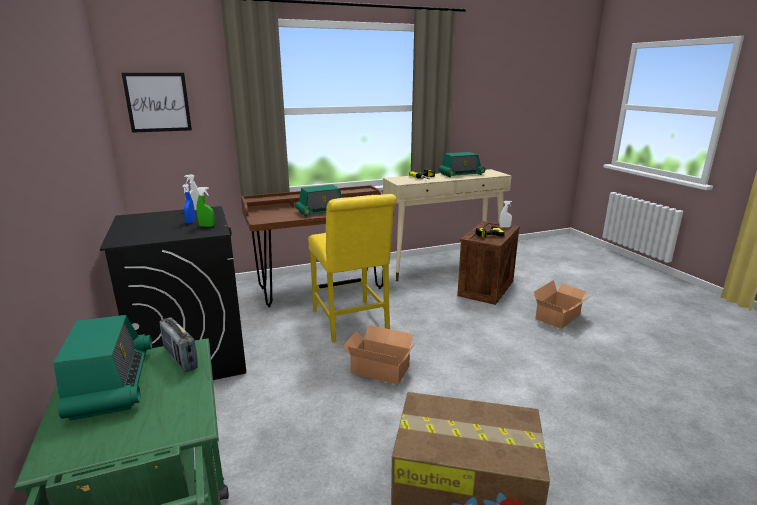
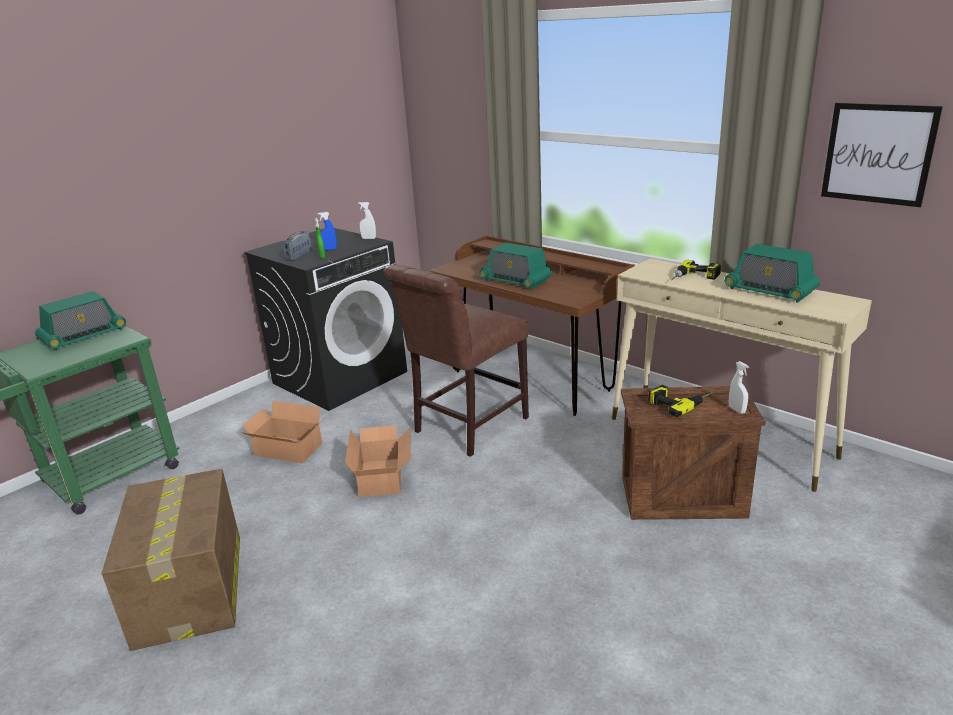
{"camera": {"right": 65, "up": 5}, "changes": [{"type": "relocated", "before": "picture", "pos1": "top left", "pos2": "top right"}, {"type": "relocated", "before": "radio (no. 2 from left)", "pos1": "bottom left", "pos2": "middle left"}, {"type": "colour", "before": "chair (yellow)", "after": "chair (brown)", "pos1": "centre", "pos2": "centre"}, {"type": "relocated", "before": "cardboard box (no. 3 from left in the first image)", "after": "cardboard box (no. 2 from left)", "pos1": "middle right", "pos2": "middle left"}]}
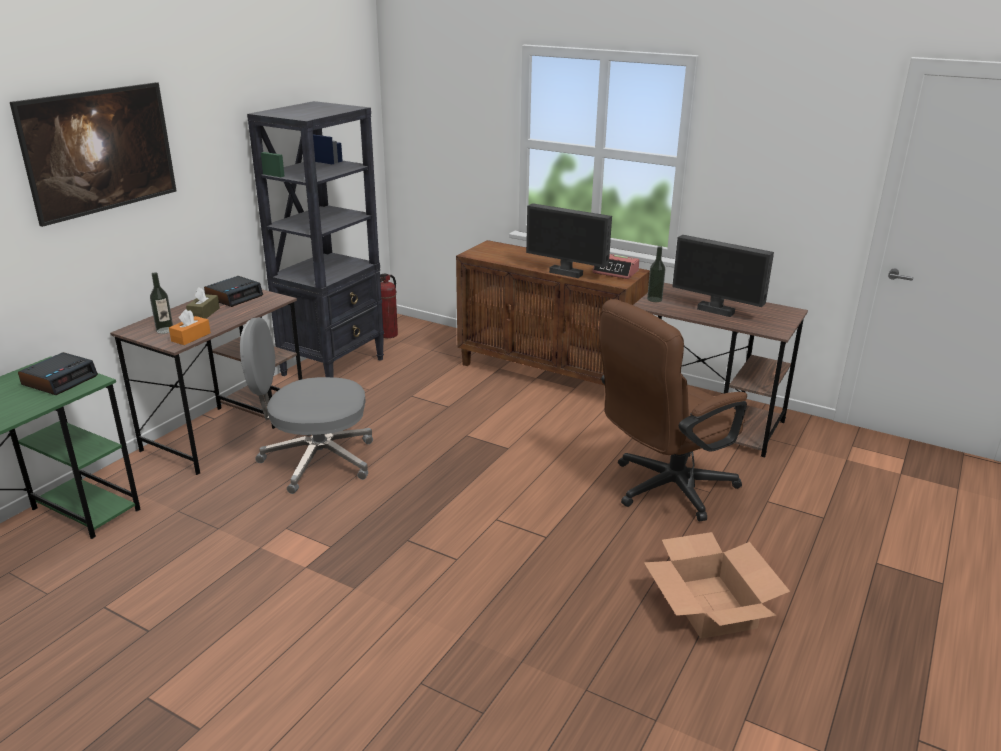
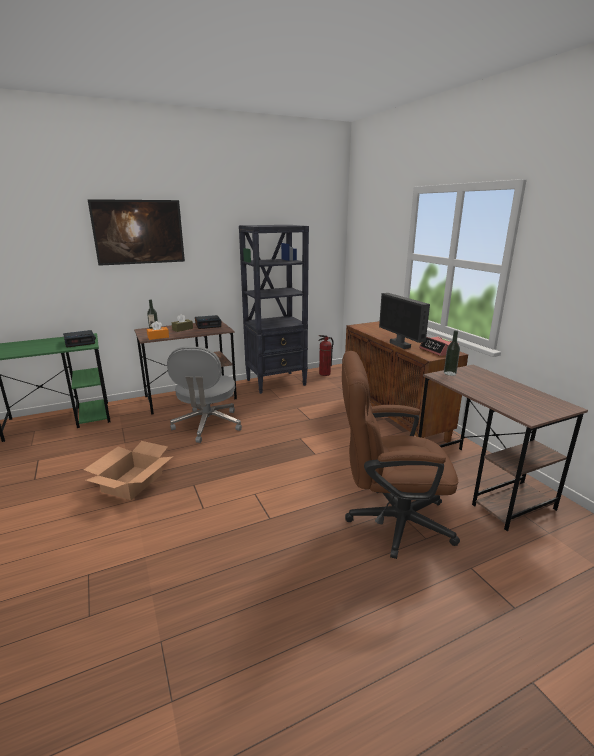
{"camera": {"right": 35, "up": -5}, "changes": [{"type": "spun", "before": "office chair (grey)", "pos1": "middle left", "pos2": "centre", "turn": -120}, {"type": "relocated", "before": "cardboard box", "pos1": "bottom right", "pos2": "middle left"}, {"type": "missing", "before": "monitor (no. 2 from left)", "pos1": "middle right"}]}
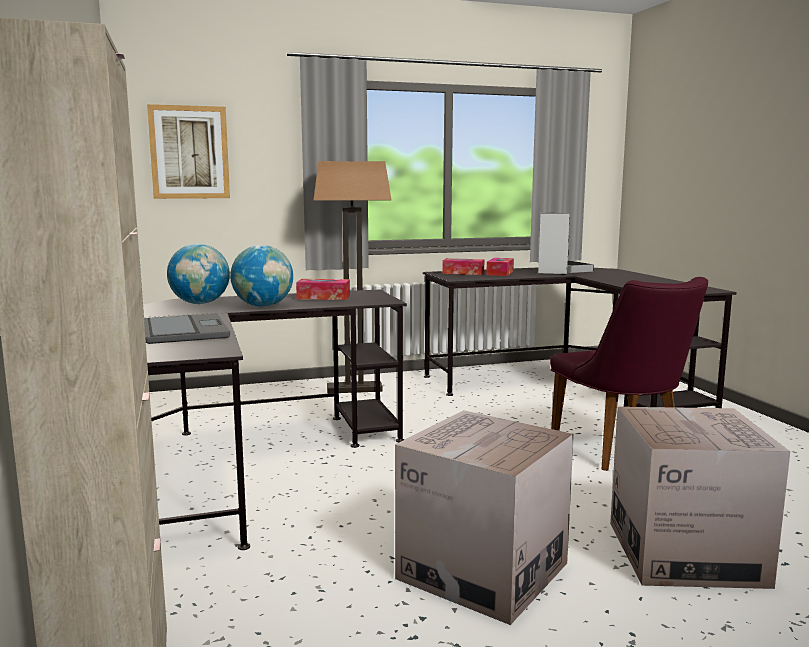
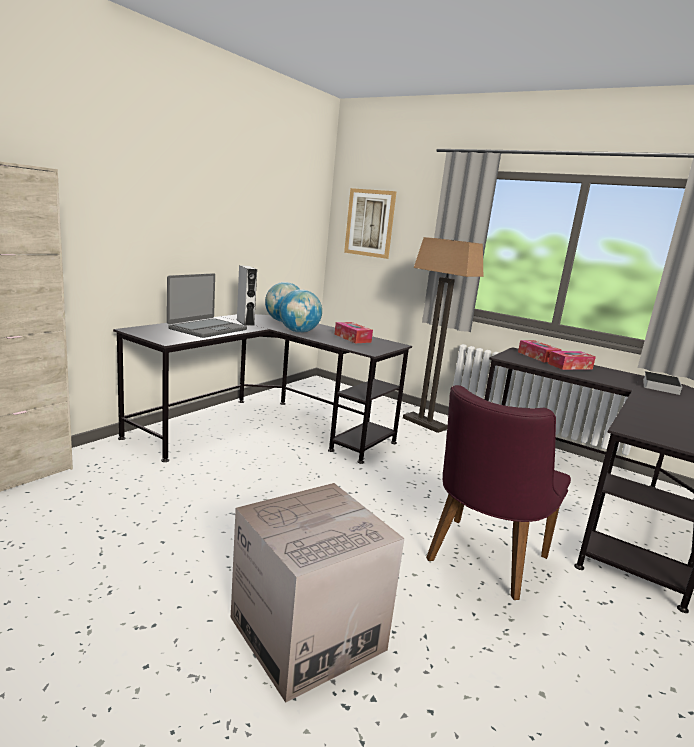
{"camera": {"right": 50, "up": 5}, "changes": [{"type": "missing", "before": "cardboard box (no. 1 from left)", "pos1": "bottom centre"}, {"type": "relocated", "before": "speaker (grey)", "pos1": "middle right", "pos2": "centre"}]}
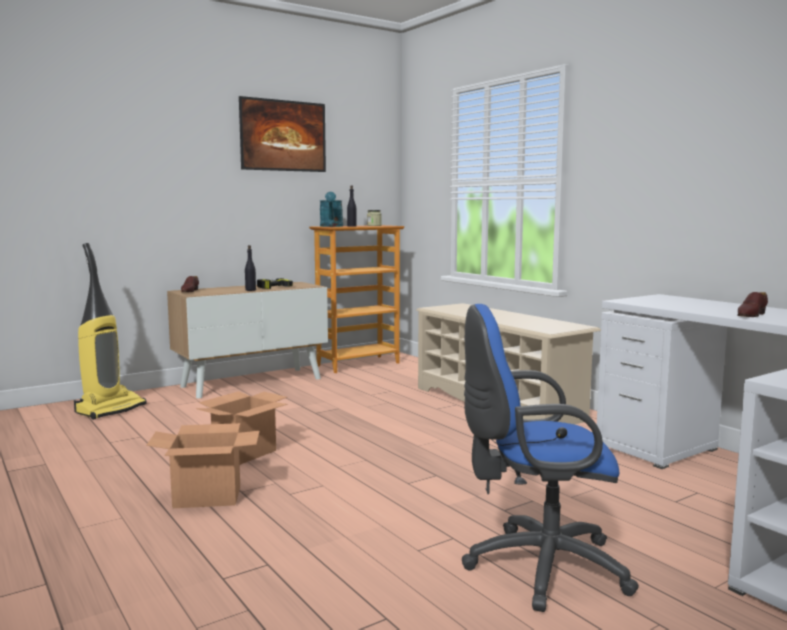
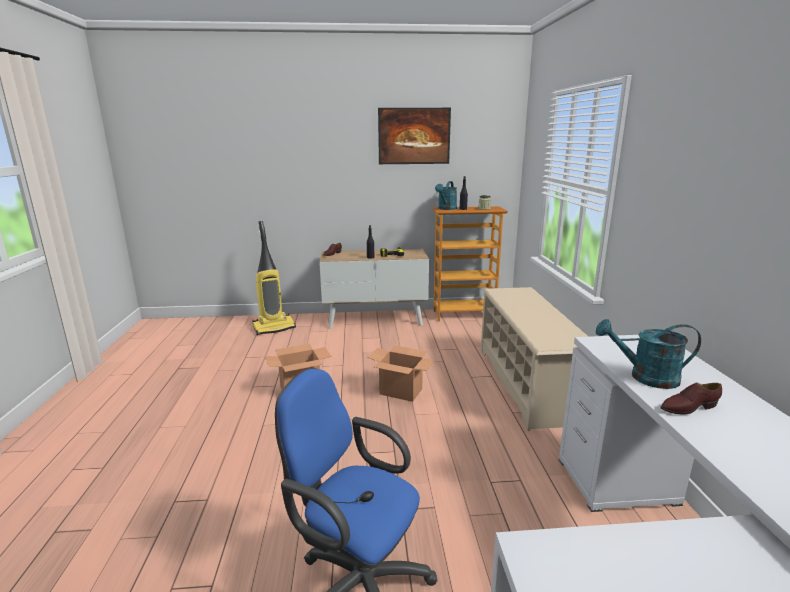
{"camera": {"right": 30, "up": 10}, "changes": [{"type": "relocated", "before": "cardboard box (no. 1 from left in the first image)", "after": "cardboard box (no. 2 from left)", "pos1": "bottom left", "pos2": "centre"}, {"type": "appeared", "after": "watering can (turquoise) (no. 2 from left)", "pos2": "middle right"}]}
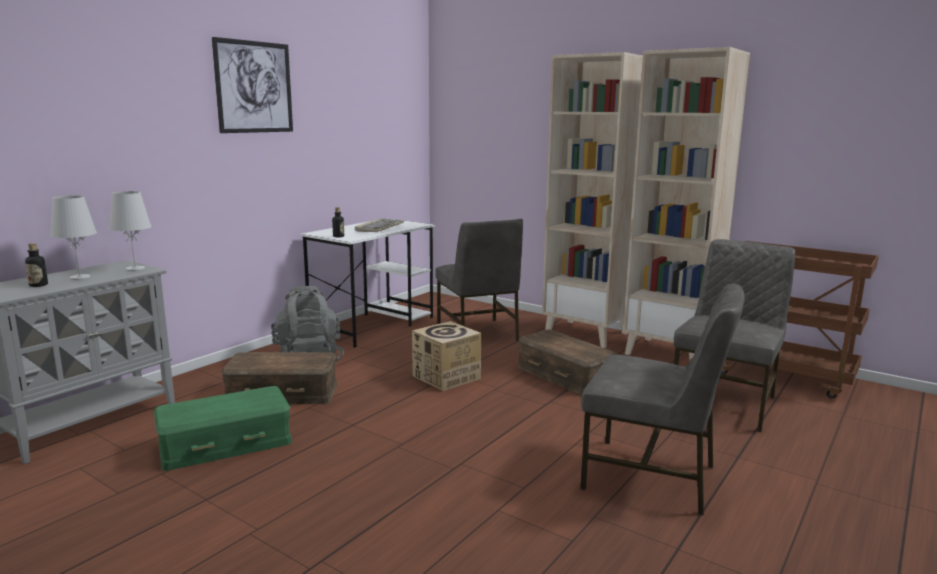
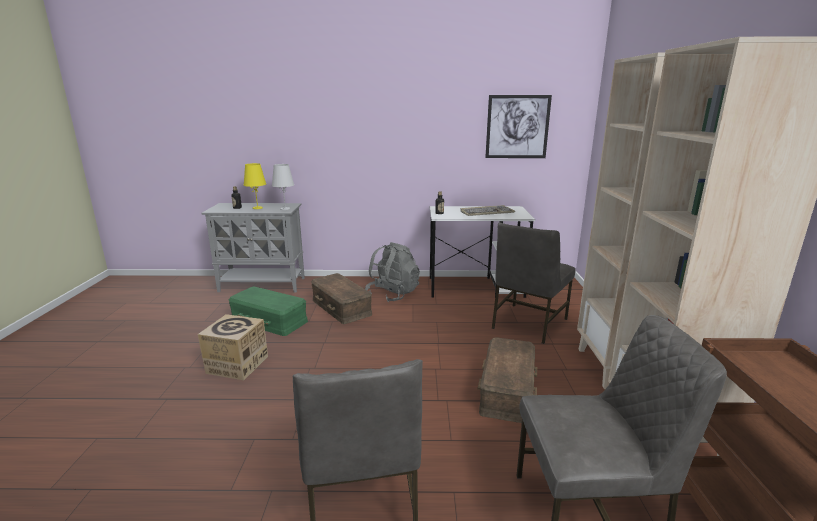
{"camera": {"right": 55, "up": 5}, "changes": [{"type": "colour", "before": "table lamp (white) (no. 1 from left)", "after": "table lamp (yellow)", "pos1": "middle left", "pos2": "middle left"}, {"type": "relocated", "before": "picture", "pos1": "top left", "pos2": "top centre"}, {"type": "relocated", "before": "cardboard box", "pos1": "centre", "pos2": "middle left"}]}
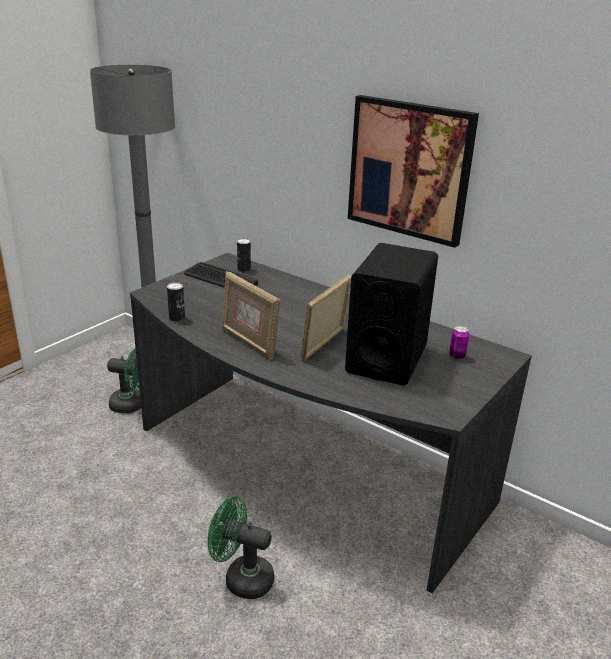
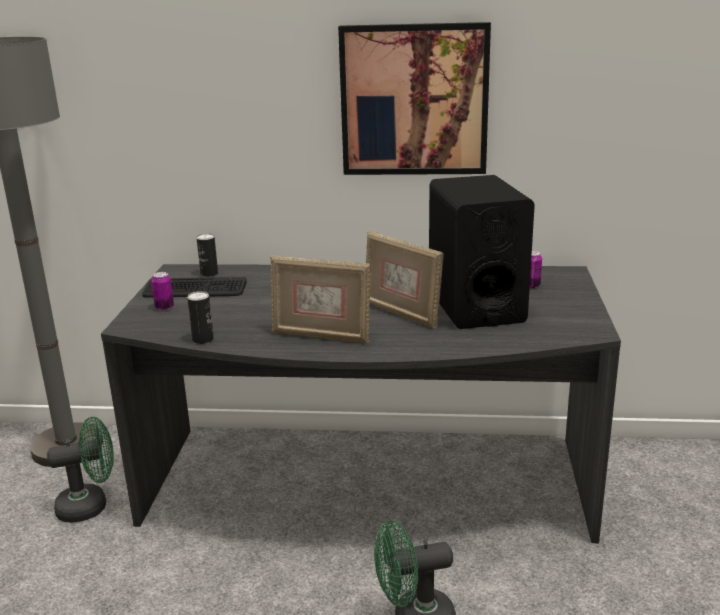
{"camera": {"right": -30, "up": -5}, "changes": [{"type": "spun", "before": "picture frame (no. 2 from left)", "pos1": "centre", "pos2": "centre", "turn": -45}, {"type": "appeared", "after": "can (no. 1 from left)", "pos2": "middle left"}]}
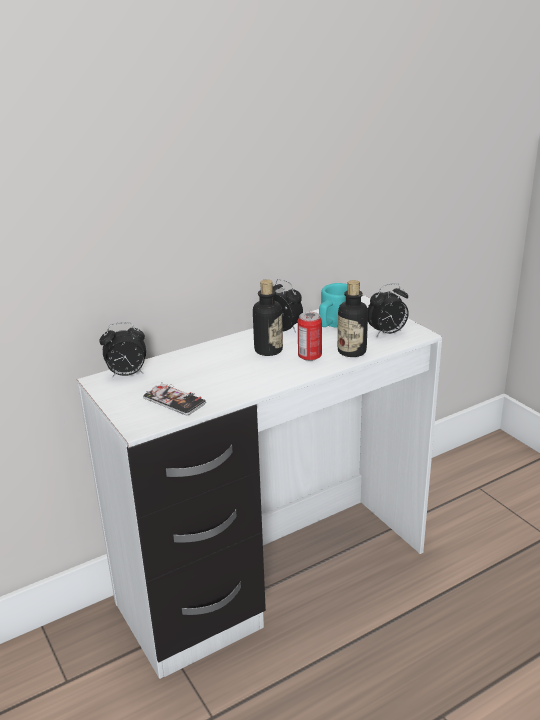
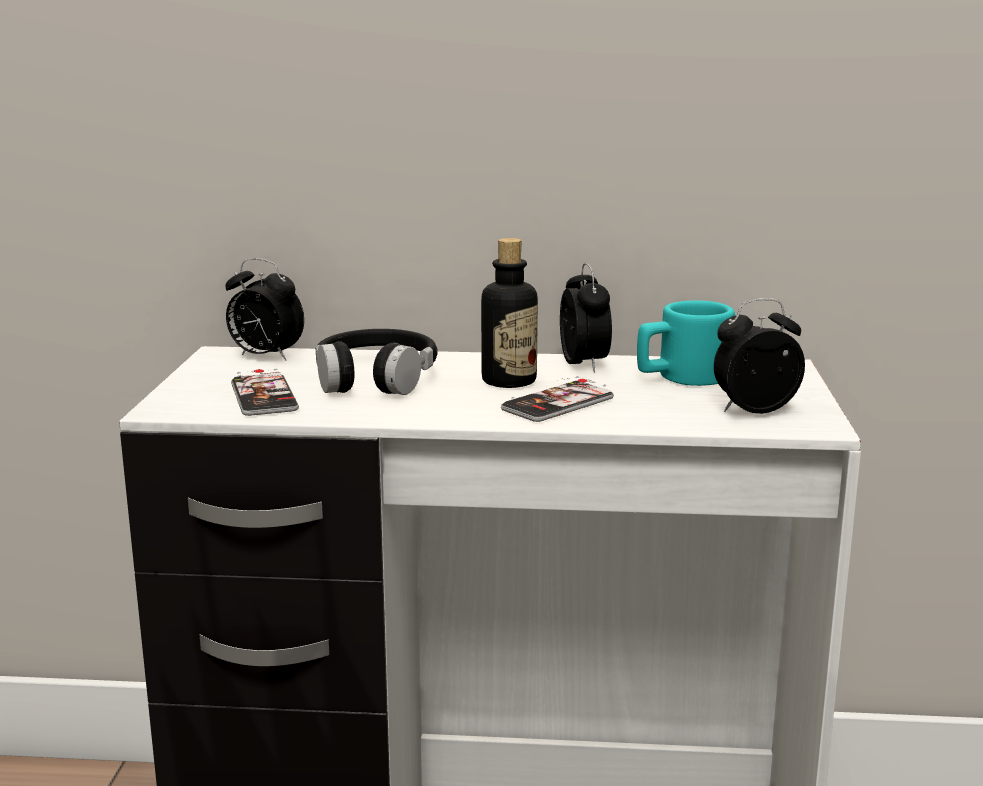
{"camera": {"right": 35, "up": -10}, "changes": [{"type": "exchanged", "before": "can", "after": "phone (no. 2 from left)", "pos1": "centre", "pos2": "centre"}, {"type": "missing", "before": "bottle (no. 2 from left)", "pos1": "centre"}, {"type": "spun", "before": "alarm clock (no. 3 from left)", "pos1": "middle right", "pos2": "middle right", "turn": 150}, {"type": "appeared", "after": "headphones (black)", "pos2": "centre"}]}
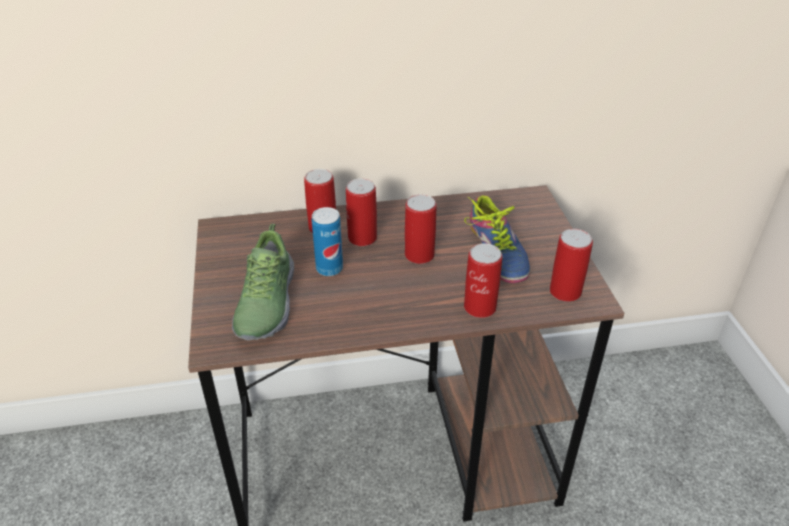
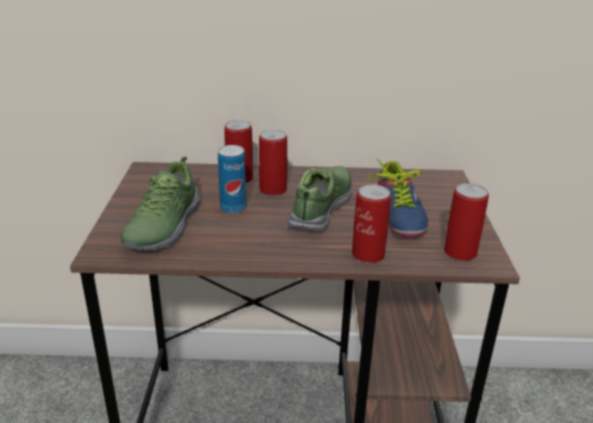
{"camera": {"right": 10, "up": -10}, "changes": [{"type": "exchanged", "before": "can (no. 4 from left)", "after": "shoe (no. 2 from left)", "pos1": "centre", "pos2": "centre"}]}
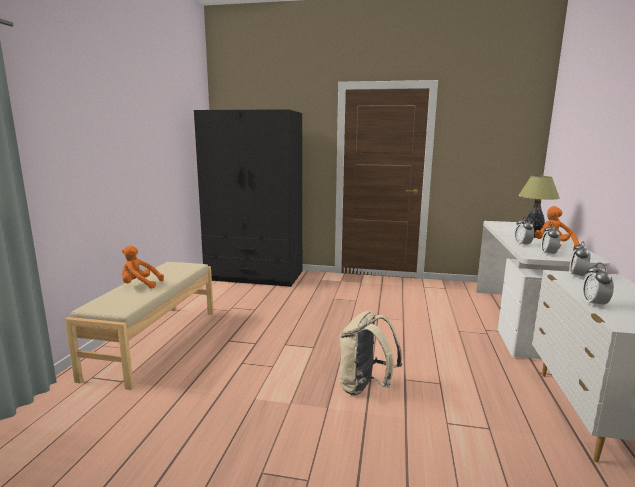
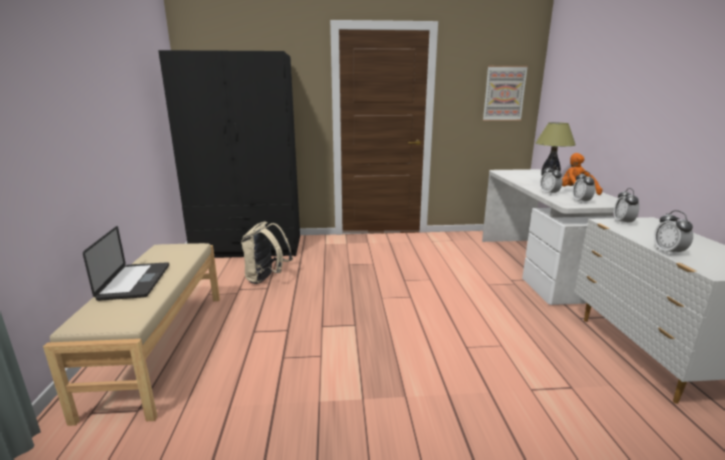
{"camera": {"right": -15, "up": 5}, "changes": [{"type": "exchanged", "before": "plush toy (orange) (no. 1 from left)", "after": "laptop", "pos1": "middle left", "pos2": "middle left"}, {"type": "relocated", "before": "backpack (beige)", "pos1": "bottom centre", "pos2": "centre"}, {"type": "appeared", "after": "picture", "pos2": "top right"}]}
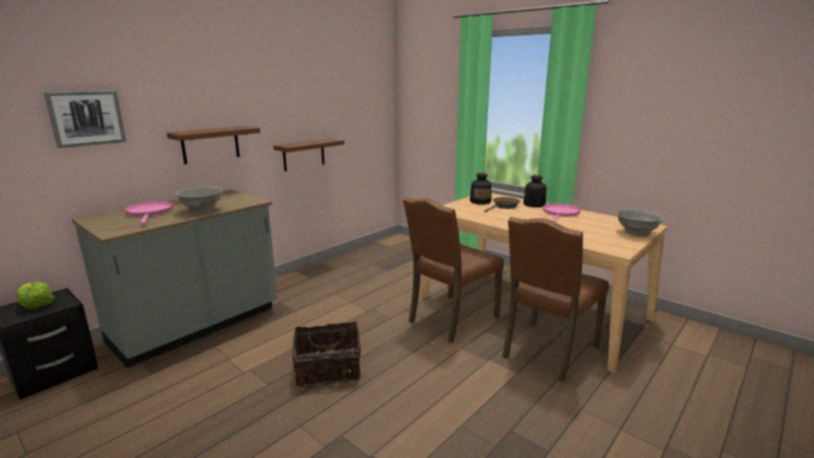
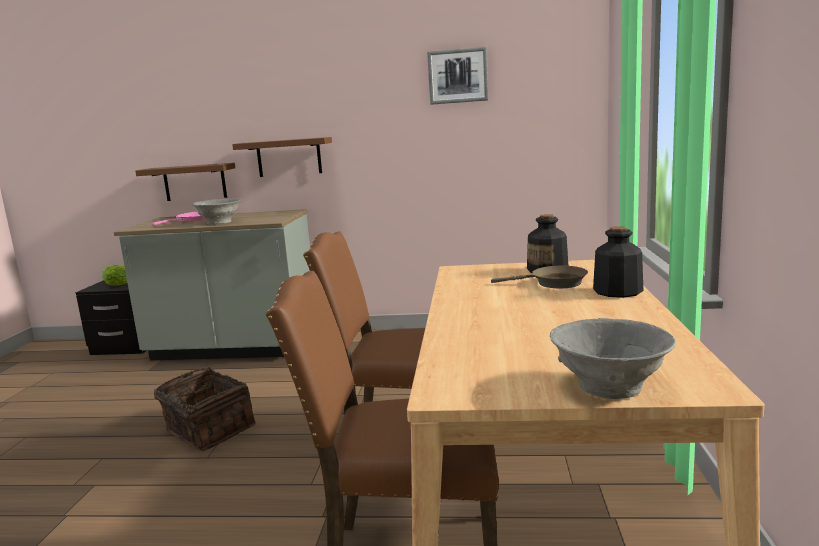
{"camera": {"right": 55, "up": -5}, "changes": [{"type": "relocated", "before": "picture", "pos1": "top left", "pos2": "top centre"}, {"type": "relocated", "before": "shelf (brown) (no. 2 from left in the first image)", "after": "shelf (brown) (no. 1 from left)", "pos1": "centre", "pos2": "middle left"}, {"type": "missing", "before": "frying pan (pink) (no. 2 from left)", "pos1": "middle right"}]}
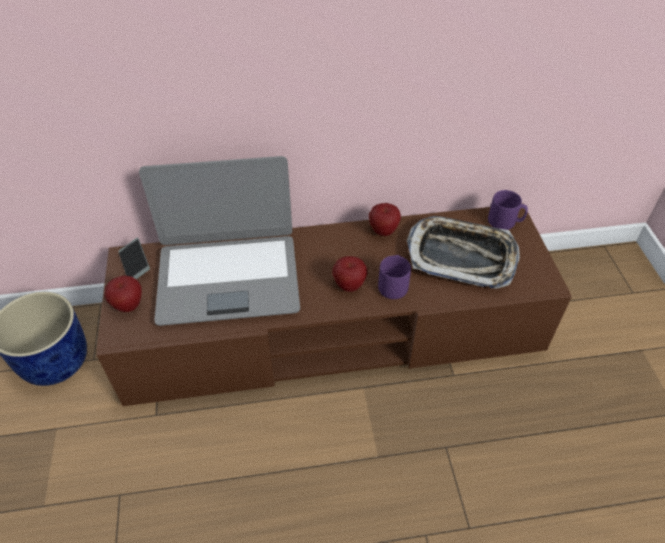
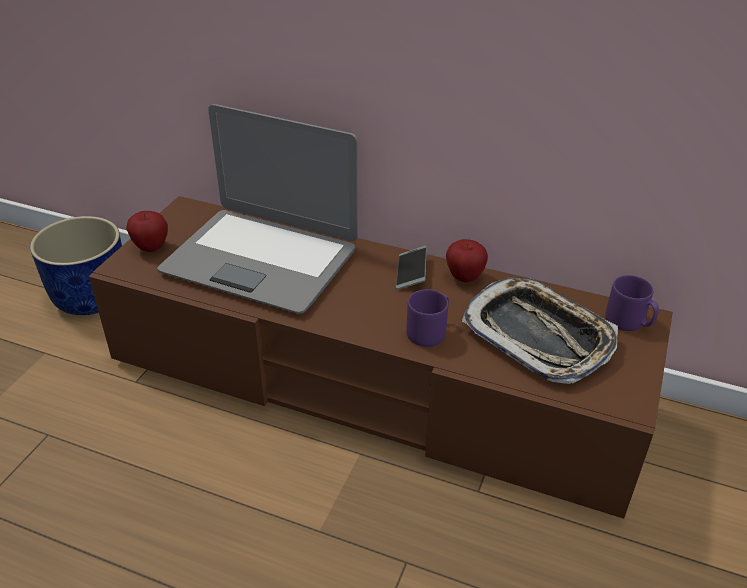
{"camera": {"right": 30, "up": -10}, "changes": [{"type": "relocated", "before": "phone", "pos1": "middle left", "pos2": "centre"}, {"type": "missing", "before": "apple (no. 2 from left)", "pos1": "centre"}]}
